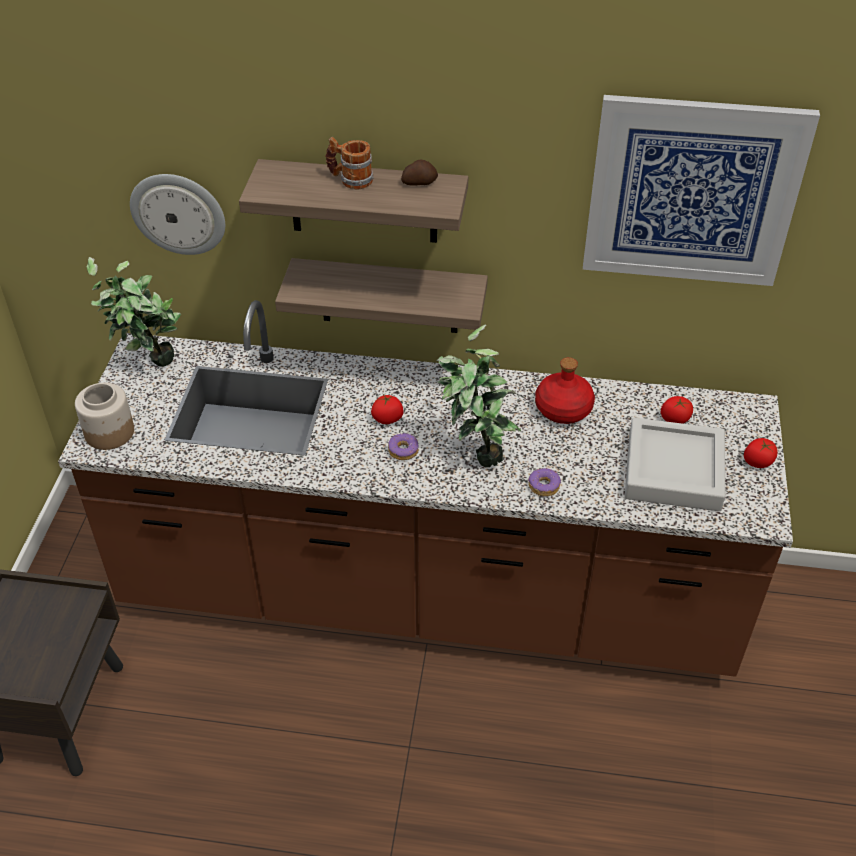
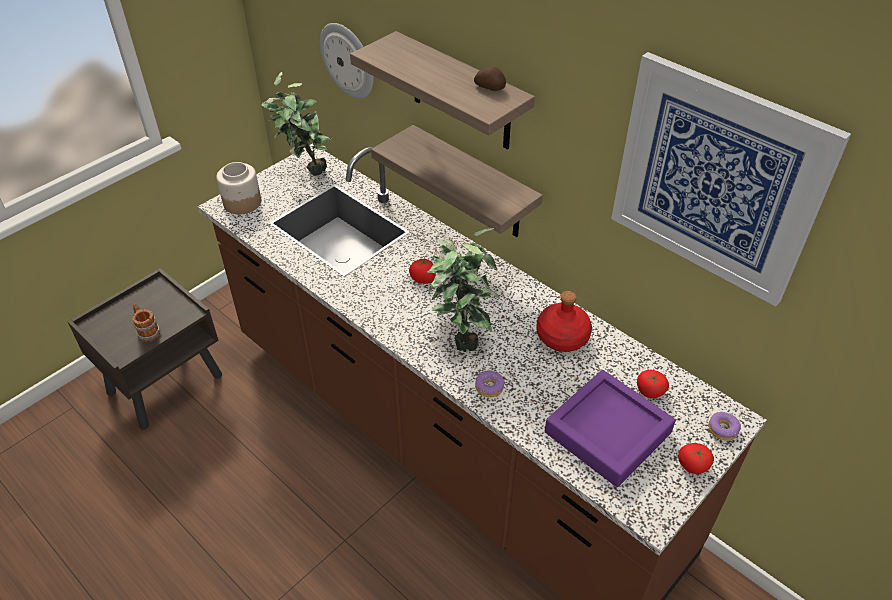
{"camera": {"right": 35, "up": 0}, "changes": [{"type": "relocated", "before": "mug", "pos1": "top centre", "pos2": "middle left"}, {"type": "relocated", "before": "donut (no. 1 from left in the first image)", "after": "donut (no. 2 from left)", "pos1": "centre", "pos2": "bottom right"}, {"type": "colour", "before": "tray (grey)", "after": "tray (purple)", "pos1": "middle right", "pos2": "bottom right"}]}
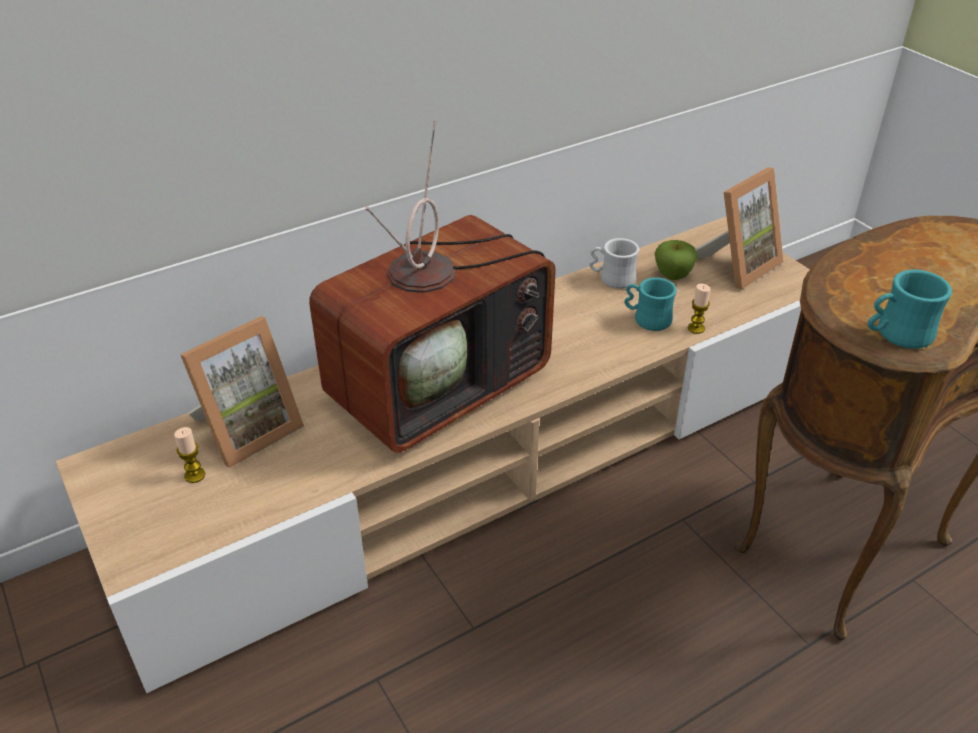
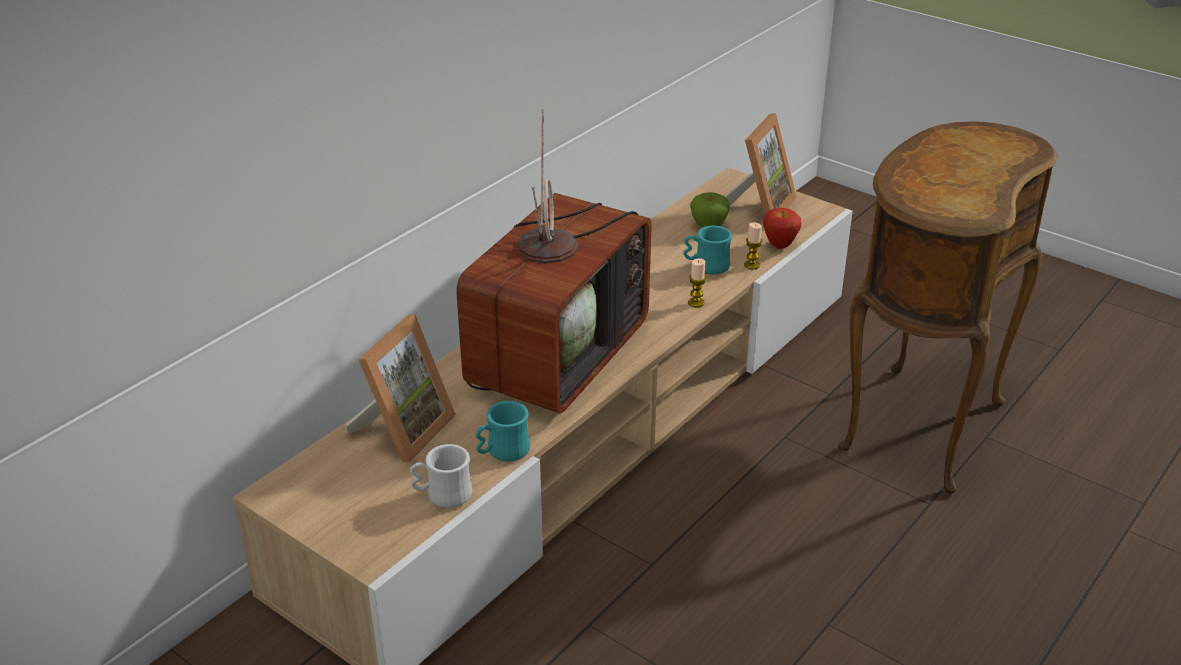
{"camera": {"right": -20, "up": -5}, "changes": [{"type": "relocated", "before": "candle (no. 1 from left)", "pos1": "middle left", "pos2": "centre"}, {"type": "relocated", "before": "mug (white)", "pos1": "centre", "pos2": "bottom centre"}, {"type": "relocated", "before": "mug (turquoise) (no. 2 from left in the first image)", "after": "mug (turquoise) (no. 1 from left)", "pos1": "middle right", "pos2": "centre"}, {"type": "appeared", "after": "apple (no. 2 from left)", "pos2": "centre"}]}
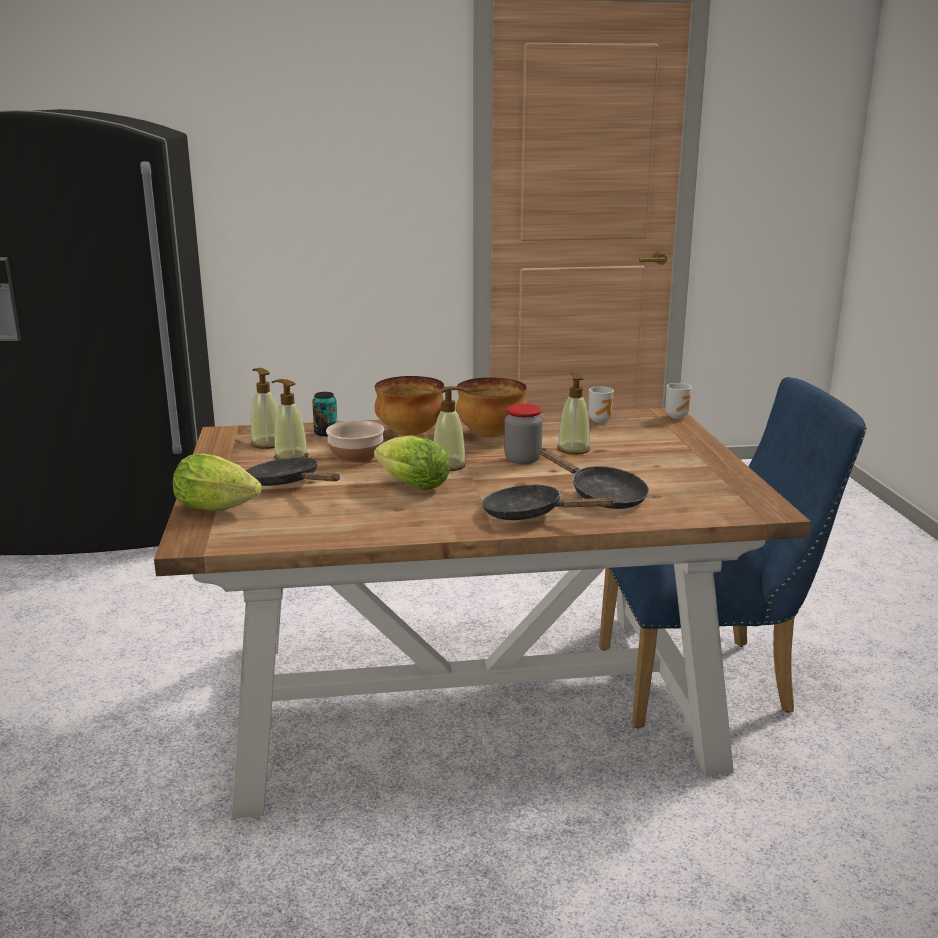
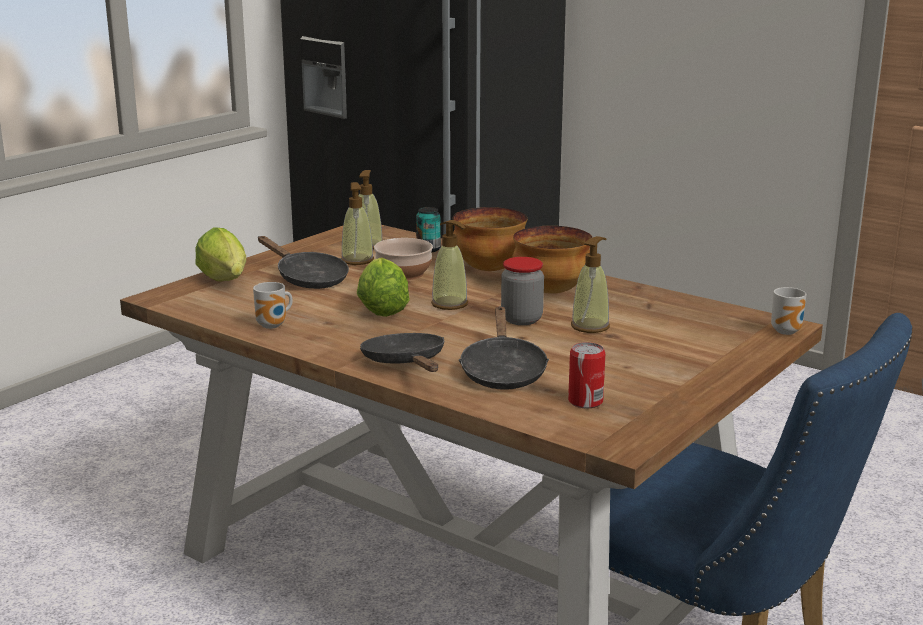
{"camera": {"right": 45, "up": 0}, "changes": [{"type": "spun", "before": "frying pan (black) (no. 1 from left)", "pos1": "middle left", "pos2": "middle left", "turn": 135}, {"type": "relocated", "before": "mug (no. 1 from left)", "pos1": "centre", "pos2": "middle left"}, {"type": "appeared", "after": "can (no. 2 from left)", "pos2": "centre"}]}
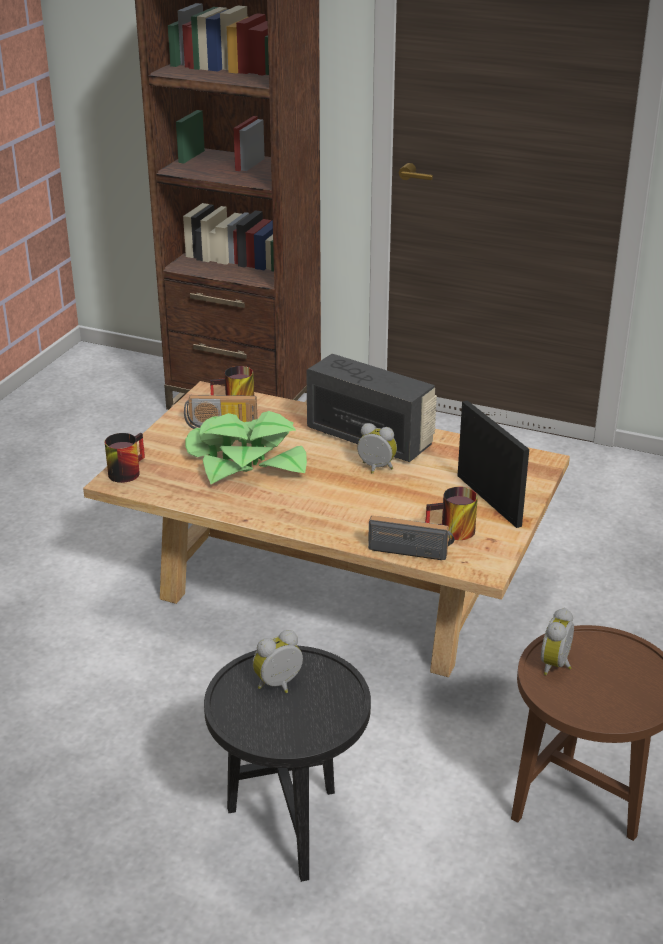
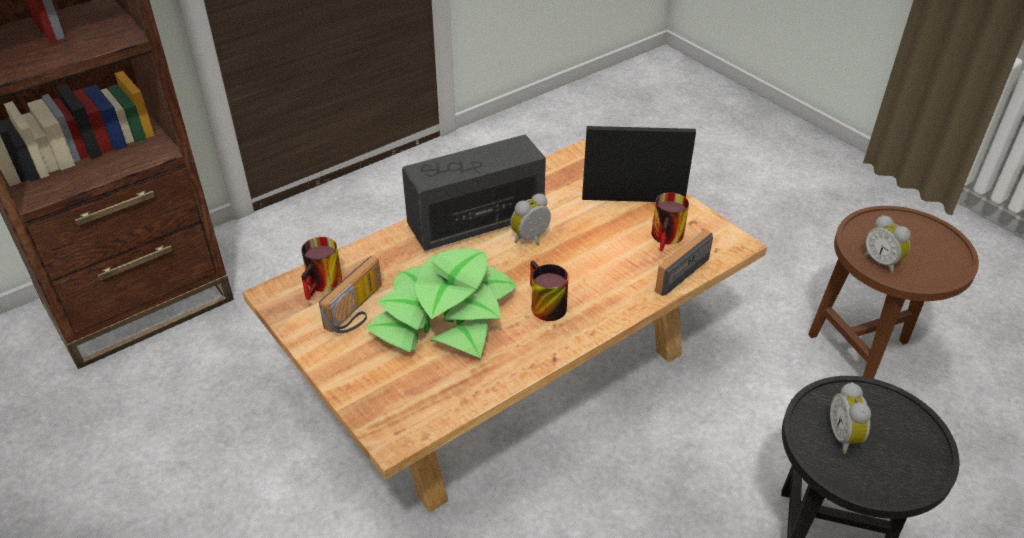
{"camera": {"right": -60, "up": 10}, "changes": [{"type": "relocated", "before": "mug (no. 1 from left in the first image)", "after": "mug (no. 2 from left)", "pos1": "middle left", "pos2": "centre"}]}
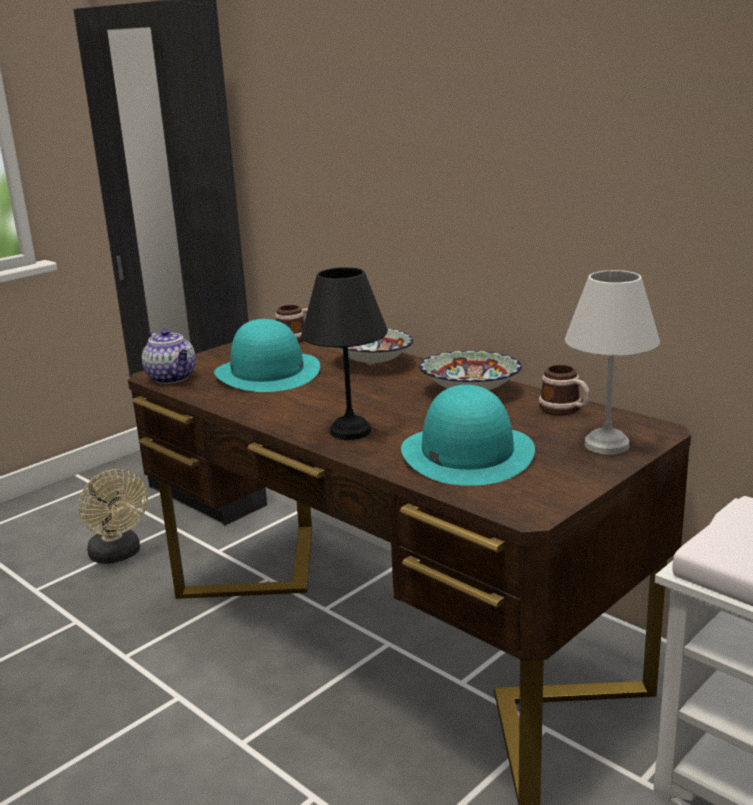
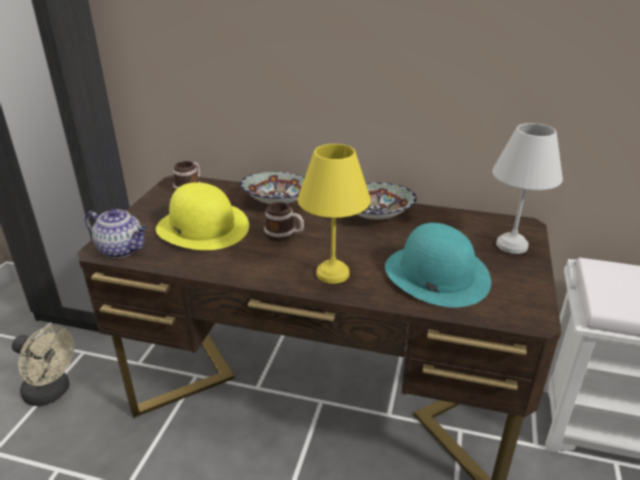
{"camera": {"right": -30, "up": 10}, "changes": [{"type": "colour", "before": "hat (turquoise) (no. 1 from left)", "after": "hat (yellow)", "pos1": "centre", "pos2": "middle left"}, {"type": "colour", "before": "table lamp (black)", "after": "table lamp (yellow)", "pos1": "centre", "pos2": "centre"}, {"type": "relocated", "before": "mug (no. 2 from left)", "pos1": "middle right", "pos2": "centre"}]}
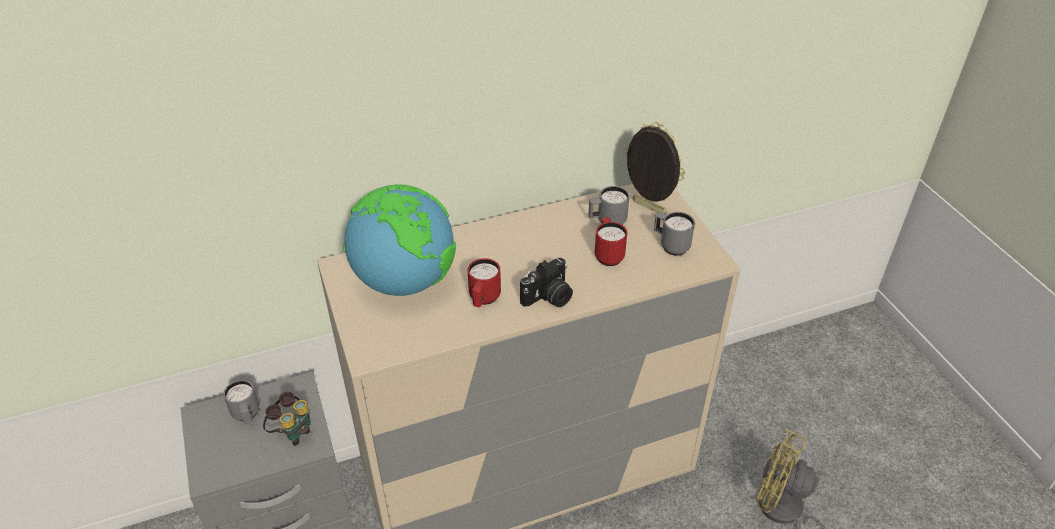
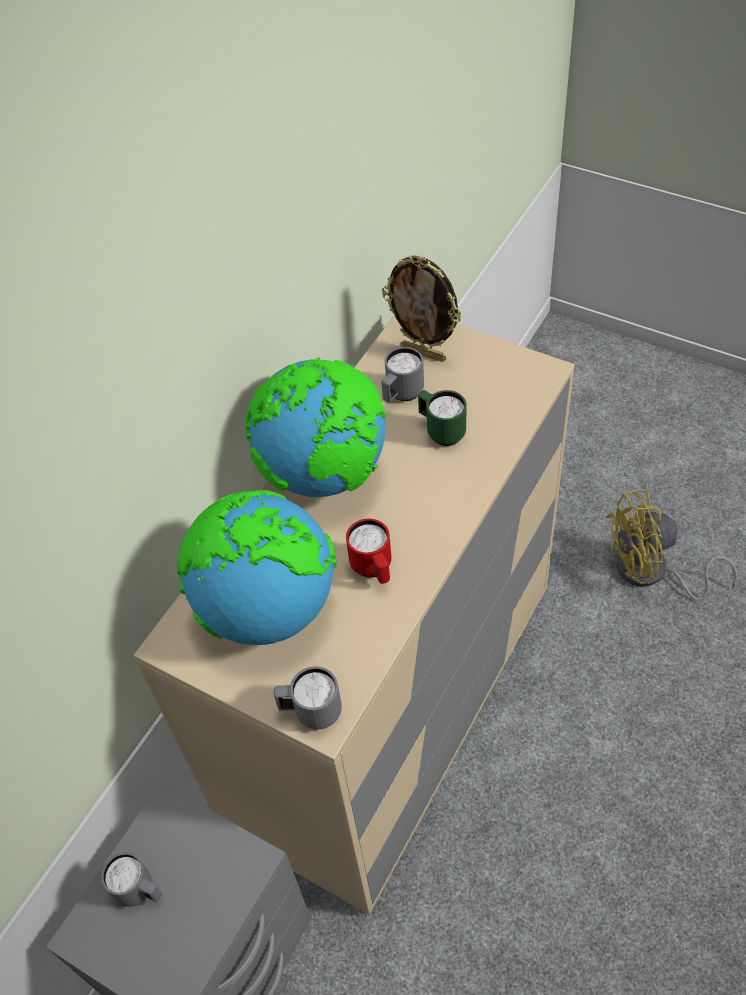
{"camera": {"right": -35, "up": 10}, "changes": [{"type": "missing", "before": "binoculars", "pos1": "bottom left"}, {"type": "missing", "before": "photo camera", "pos1": "centre"}, {"type": "colour", "before": "mug (red) (no. 2 from left)", "after": "mug (green)", "pos1": "centre", "pos2": "centre"}, {"type": "spun", "before": "picture frame", "pos1": "top centre", "pos2": "top centre", "turn": -150}, {"type": "relocated", "before": "mug (grey) (no. 3 from left in the first image)", "after": "mug (grey) (no. 2 from left)", "pos1": "centre", "pos2": "bottom centre"}, {"type": "appeared", "after": "globe (no. 2 from left)", "pos2": "centre"}]}
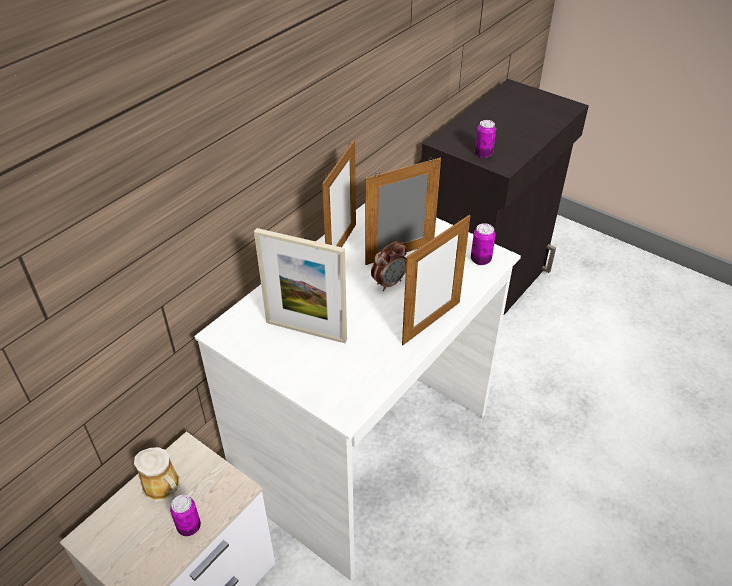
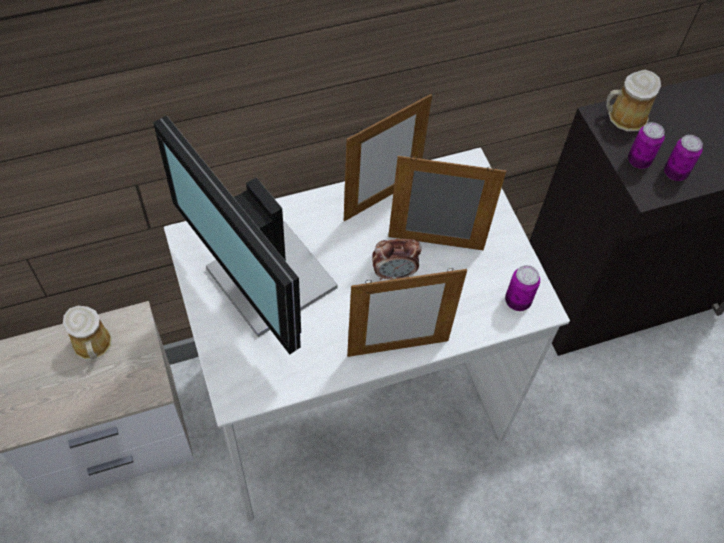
{"camera": {"right": 30, "up": 15}, "changes": [{"type": "relocated", "before": "can (no. 1 from left in the first image)", "after": "can (no. 3 from left)", "pos1": "bottom left", "pos2": "top right"}, {"type": "exchanged", "before": "picture frame (no. 1 from left)", "after": "monitor", "pos1": "centre", "pos2": "centre"}, {"type": "appeared", "after": "mug (no. 2 from left)", "pos2": "top right"}]}
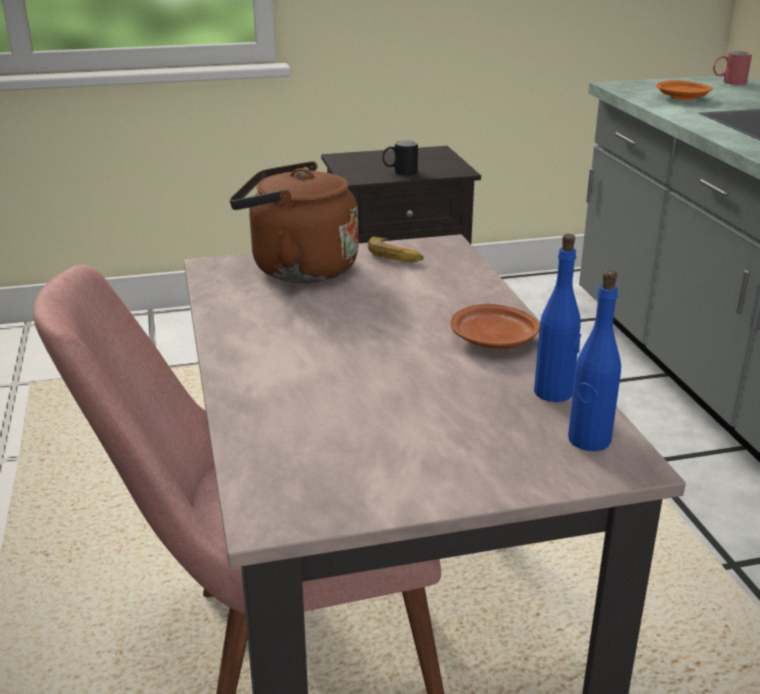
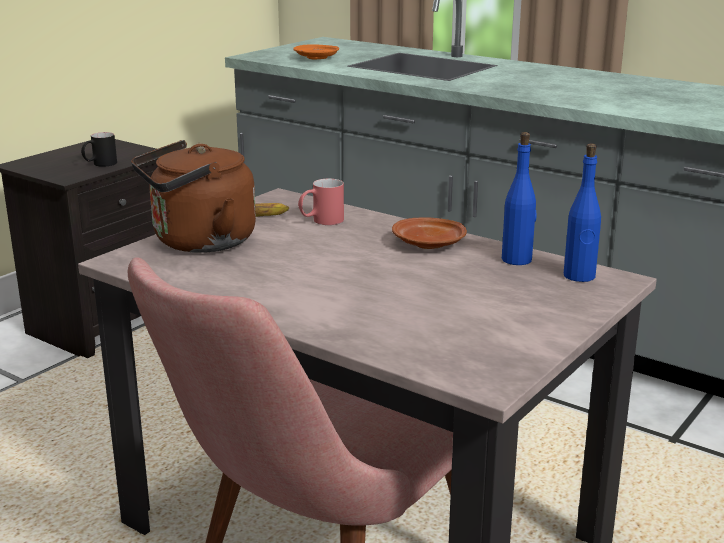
{"camera": {"right": -40, "up": -5}, "changes": [{"type": "relocated", "before": "mug (red)", "pos1": "top right", "pos2": "centre"}]}
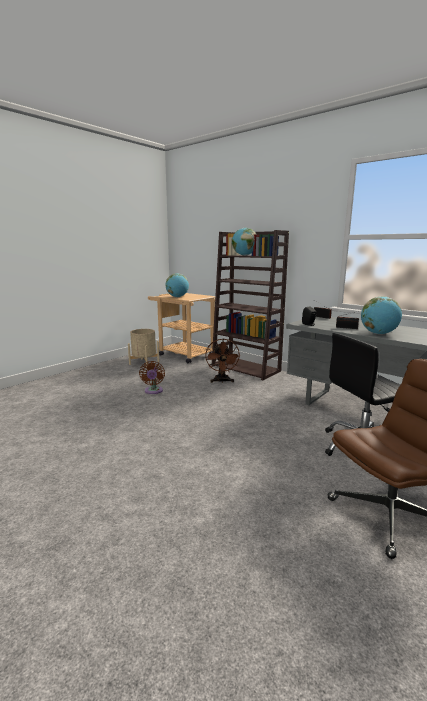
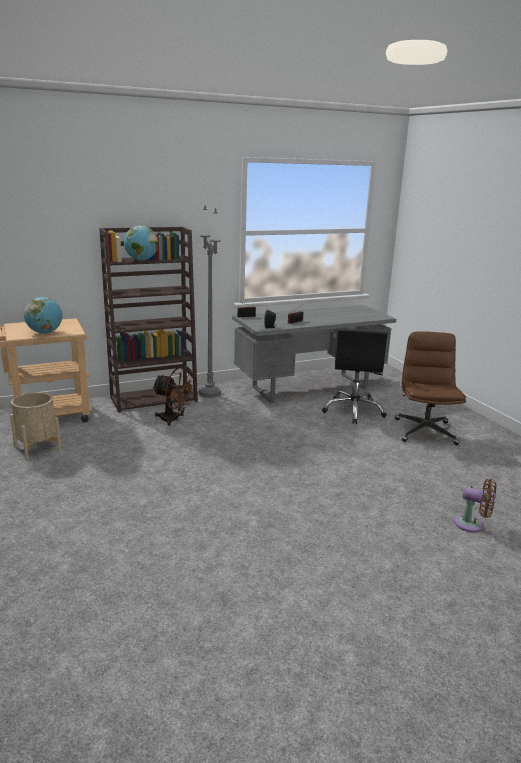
{"camera": {"right": -65, "up": 5}, "changes": [{"type": "relocated", "before": "fan (brown) (no. 1 from left in the first image)", "after": "fan (brown) (no. 2 from left)", "pos1": "centre", "pos2": "middle right"}, {"type": "missing", "before": "globe (no. 3 from left)", "pos1": "middle right"}, {"type": "appeared", "after": "floor lamp (grey)", "pos2": "centre"}]}
